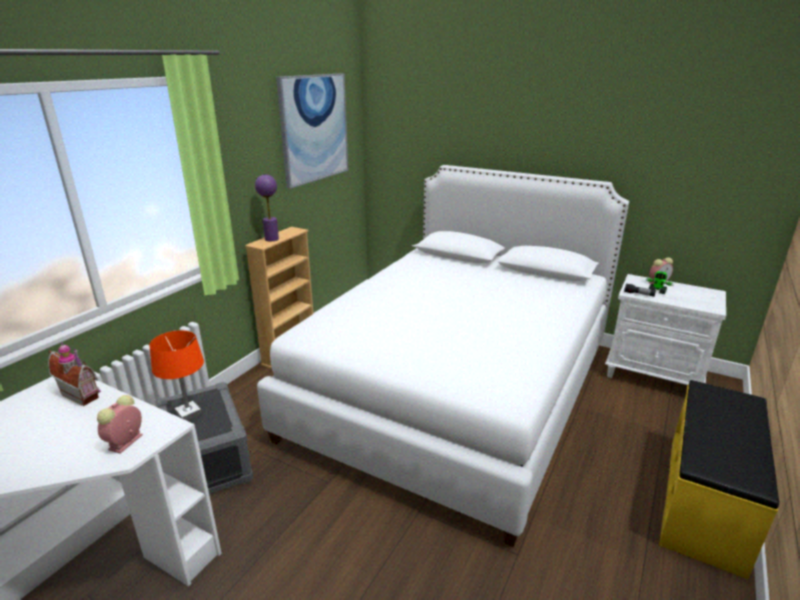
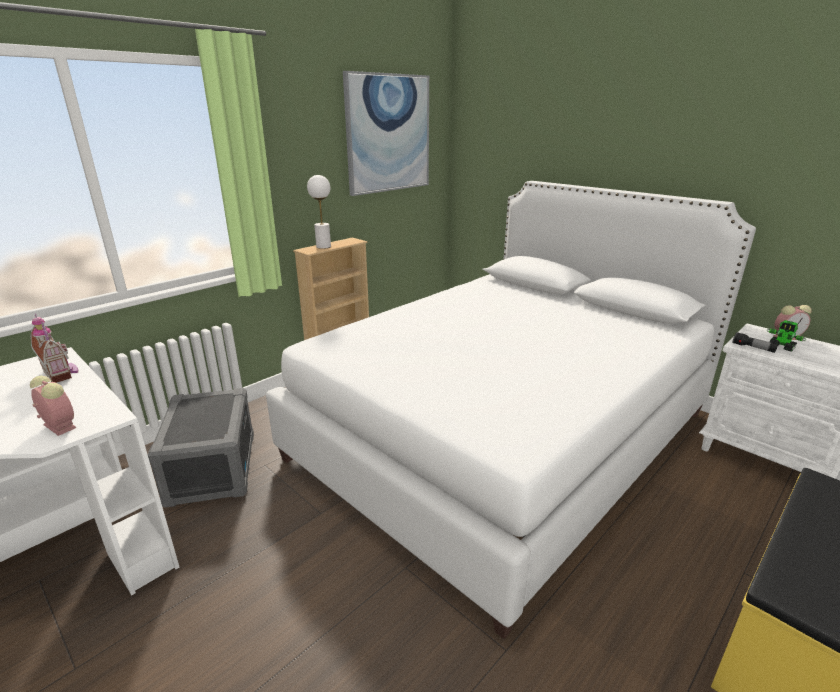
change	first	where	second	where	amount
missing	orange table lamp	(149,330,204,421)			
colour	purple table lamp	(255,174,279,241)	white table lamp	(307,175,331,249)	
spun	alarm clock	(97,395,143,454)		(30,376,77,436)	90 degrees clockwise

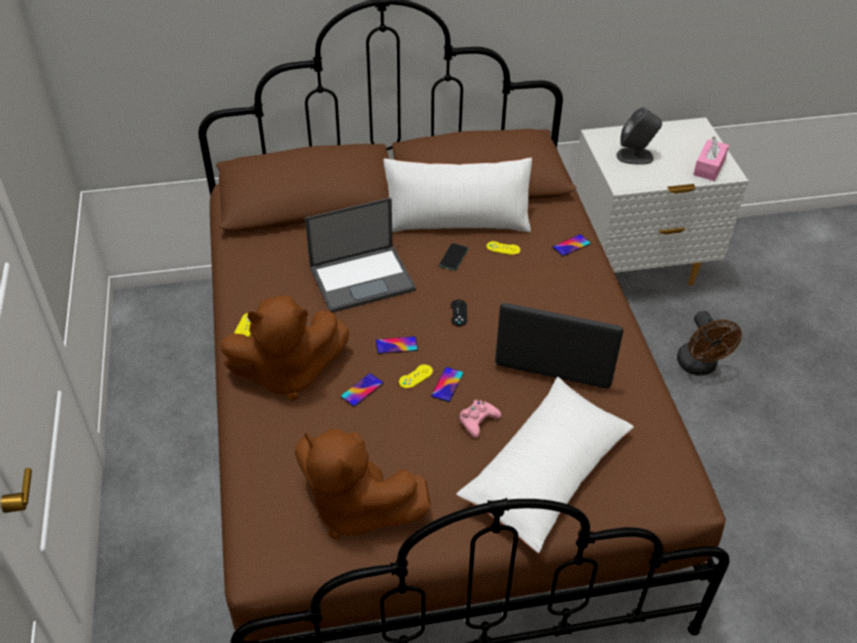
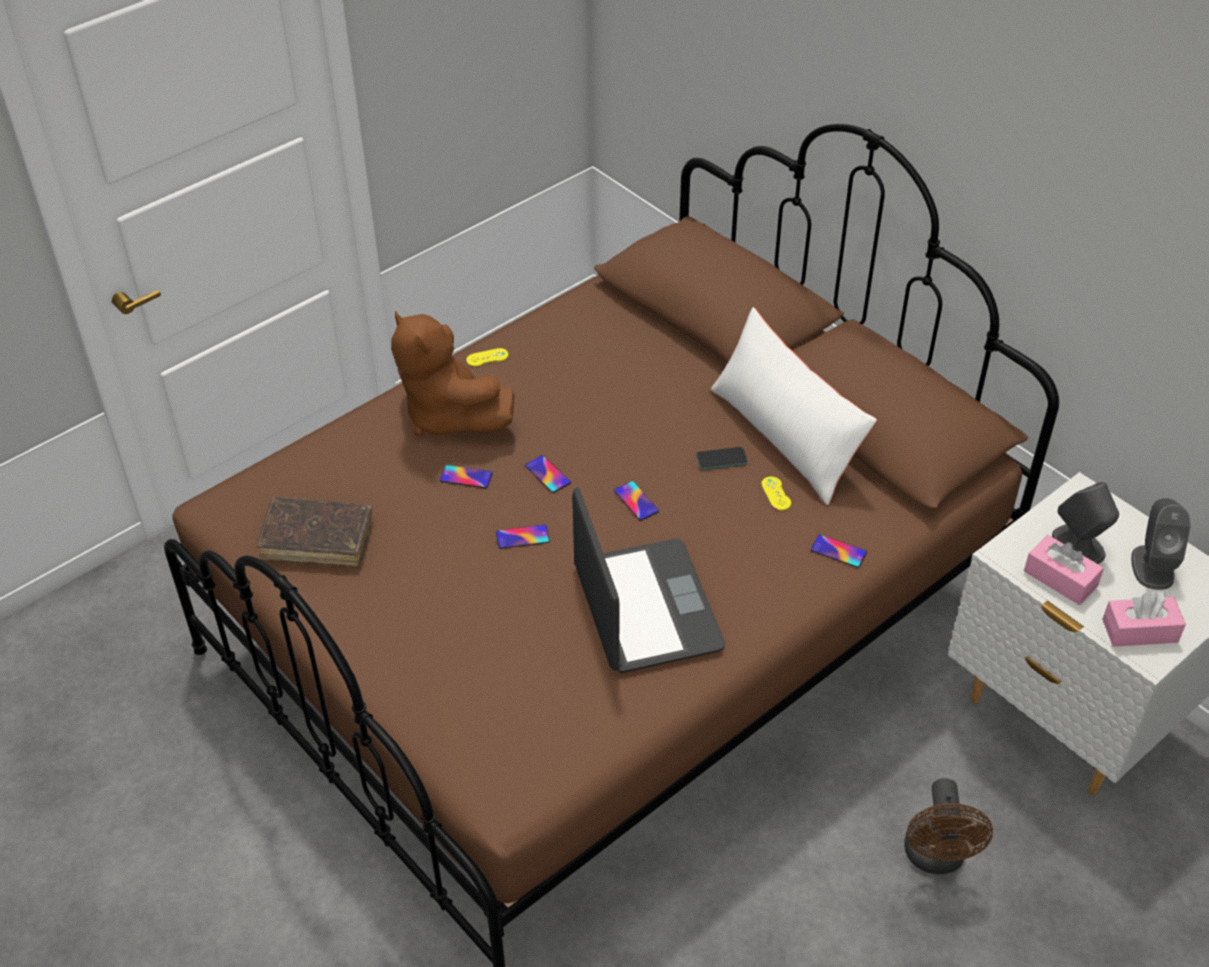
change	first	where	second	where	amount
missing	laptop	(305,198,416,313)			
missing	yellow joypad	(399,364,433,389)			
missing	white throw pillow	(456,377,634,553)			
missing	pink joypad	(459,399,501,438)			
appeared			pink tissue box	(1024,535,1104,605)	
appeared			gray speaker	(1131,498,1191,590)	
exchanged	brownish soft toy	(295,429,431,539)	brownish book	(257,496,373,568)	
exchanged	blackish joypad	(451,300,467,326)	telephone	(614,481,659,521)	
spun	brownish fan	(677,311,742,375)		(904,778,993,874)	45 degrees counterclockwise

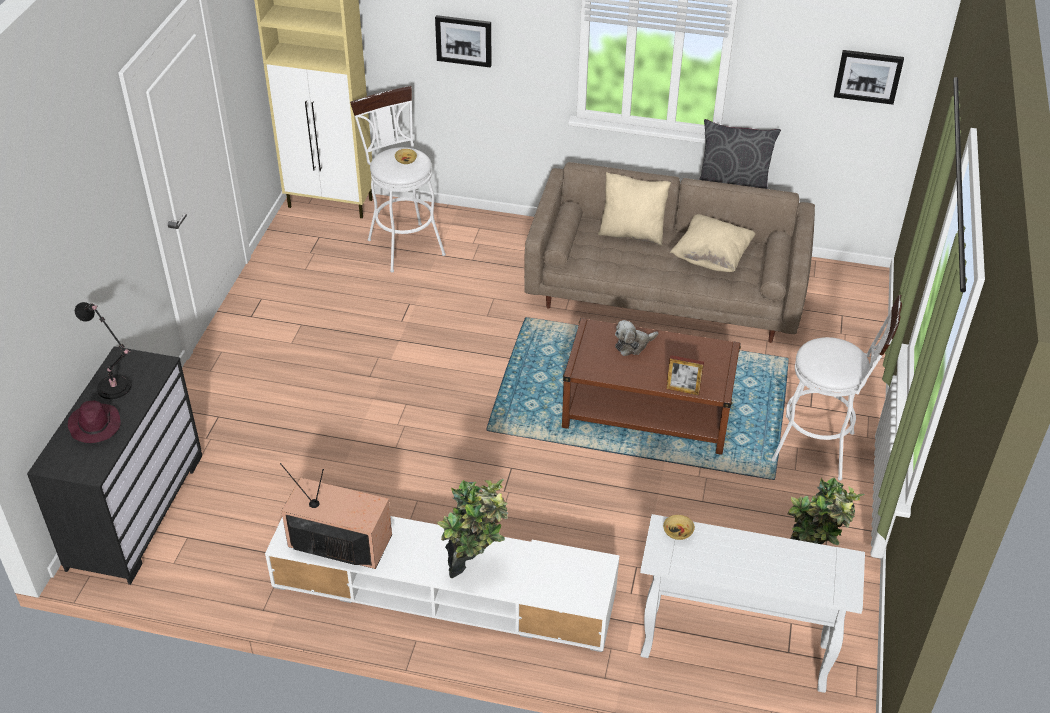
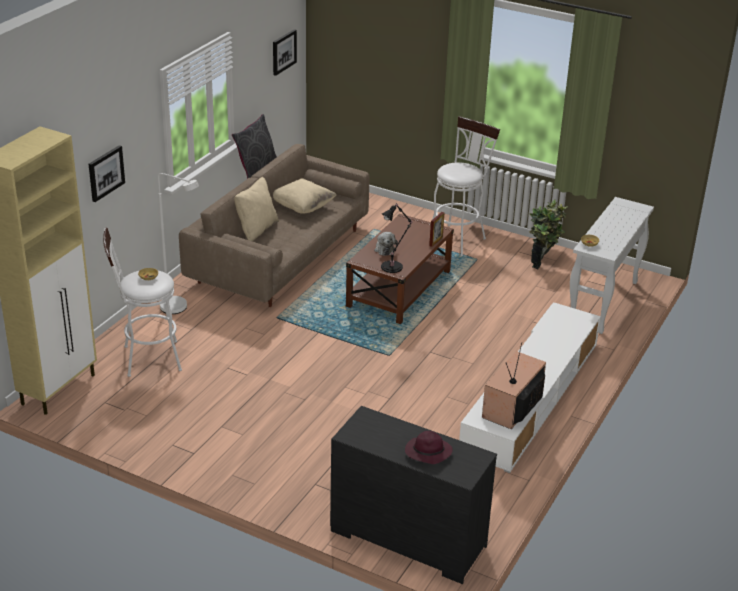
change	first	where	second	where	amount
missing	potted plant	(437,479,508,578)			
appeared			white standing lamp	(158,173,199,314)	
relocated	blackish table lamp	(75,302,132,399)		(381,203,412,273)	

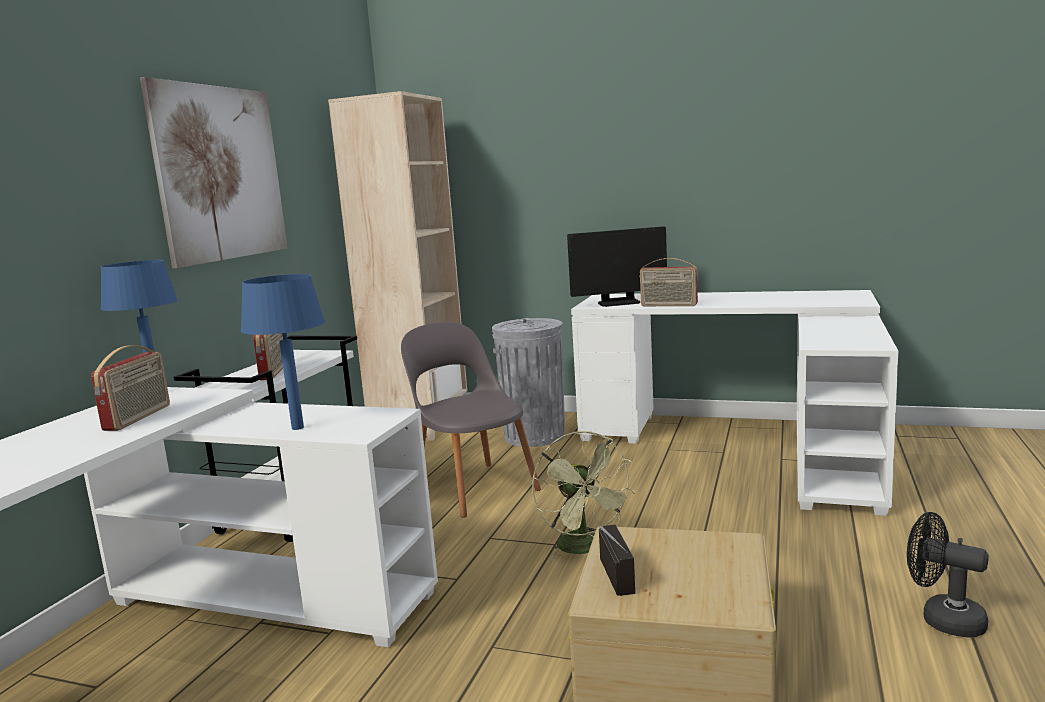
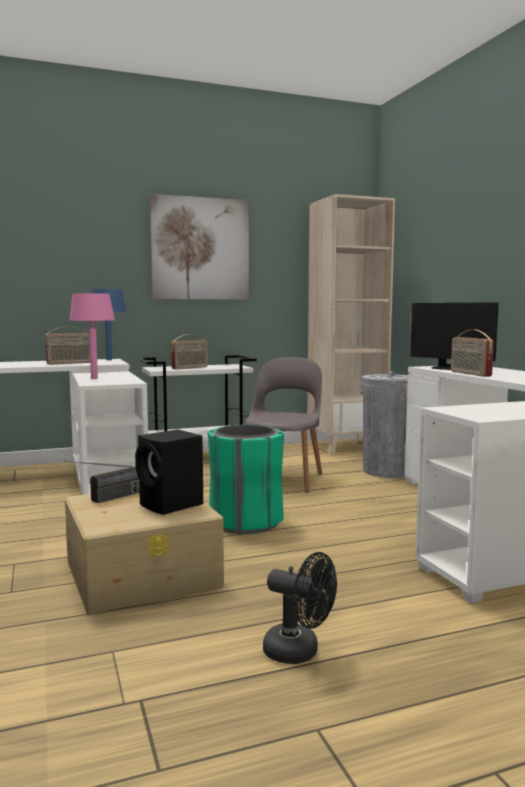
change	first	where	second	where	amount
appeared			blackish speaker	(135,429,203,515)	
exchanged	green fan	(532,431,635,560)	green waste bin	(208,425,284,534)	
colour	blue table lamp	(241,274,325,430)	pink table lamp	(69,293,115,379)	
spun	blackish fan	(907,512,989,638)		(263,552,337,664)	120 degrees clockwise

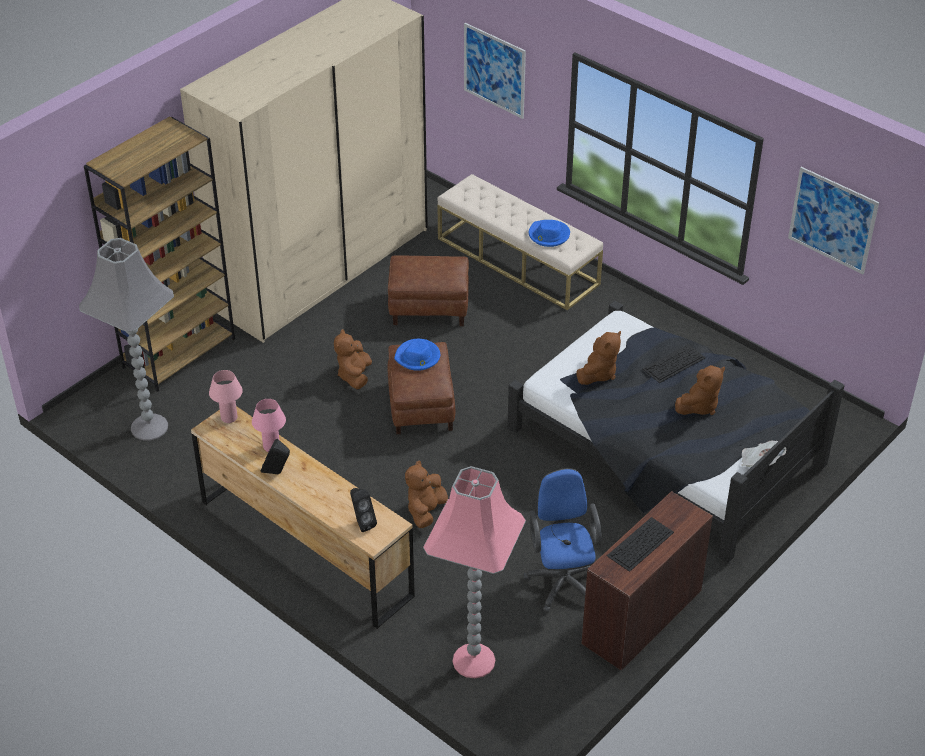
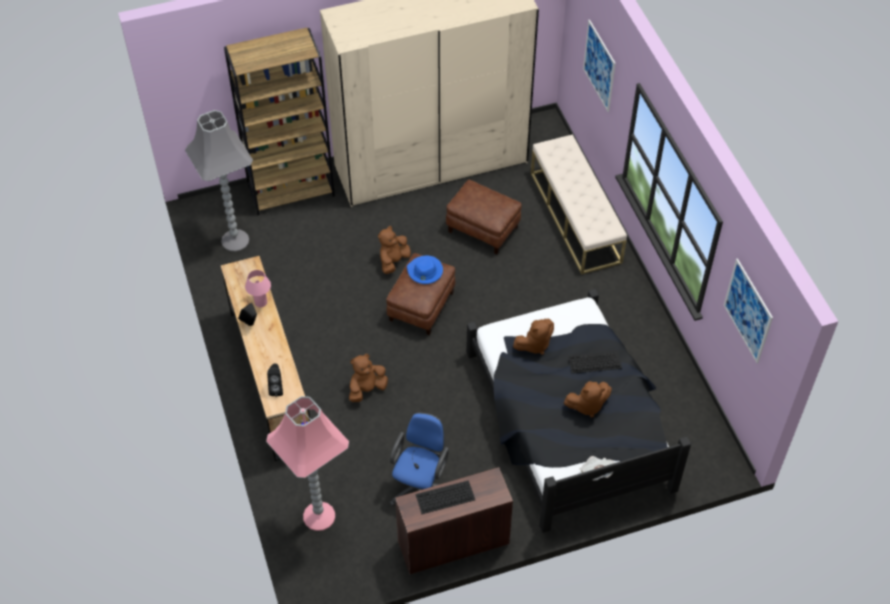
change	first	where	second	where	amount
missing	pink table lamp	(209,370,243,423)			
missing	blue clothing hat	(529,220,570,247)			

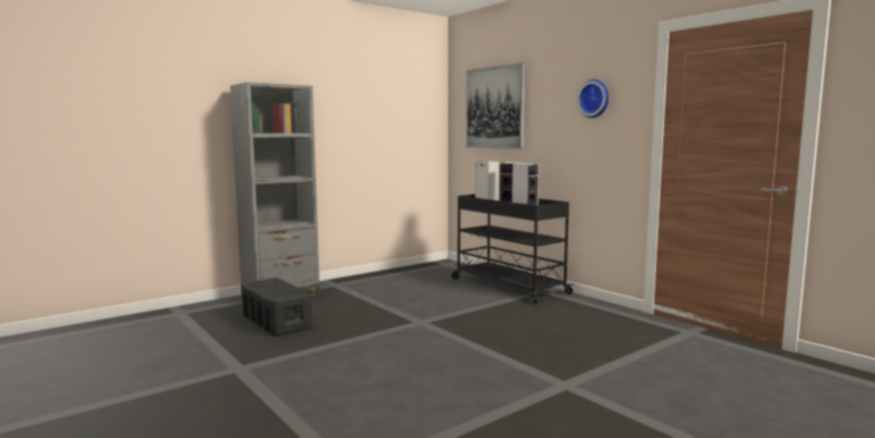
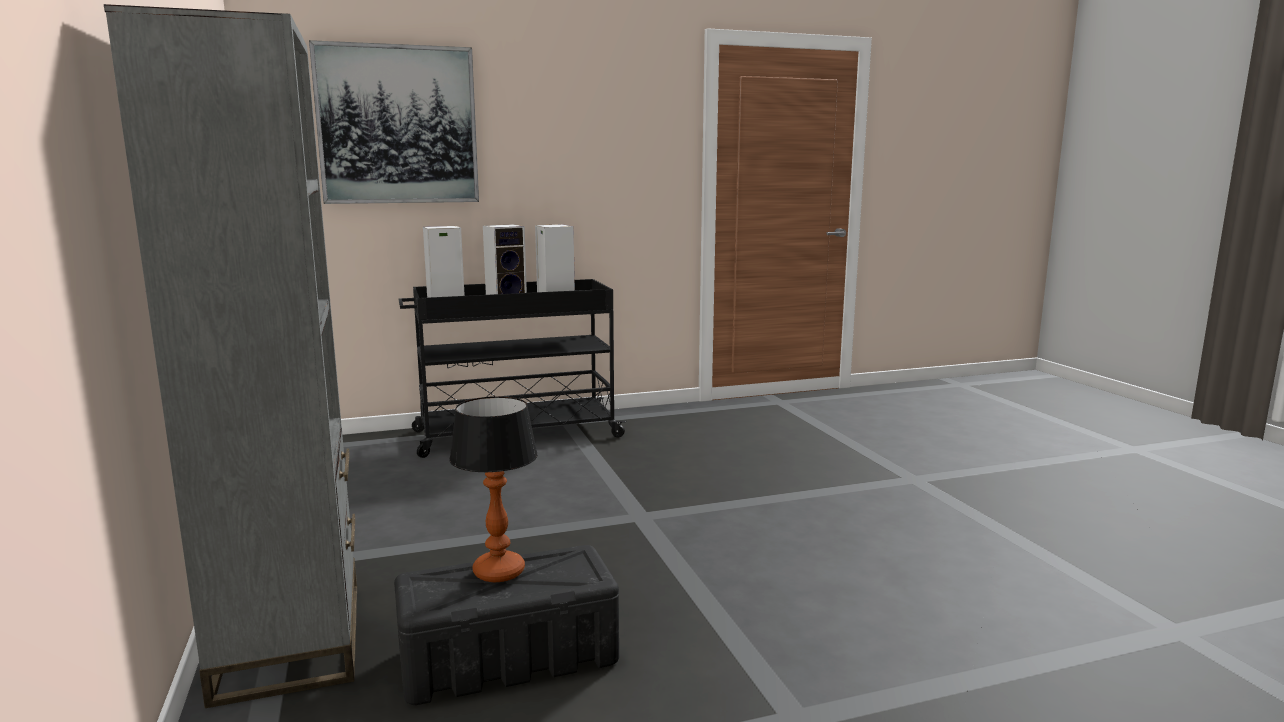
change	first	where	second	where	amount
missing	hanging clock	(577,79,609,118)			
appeared			table lamp	(449,396,538,582)	

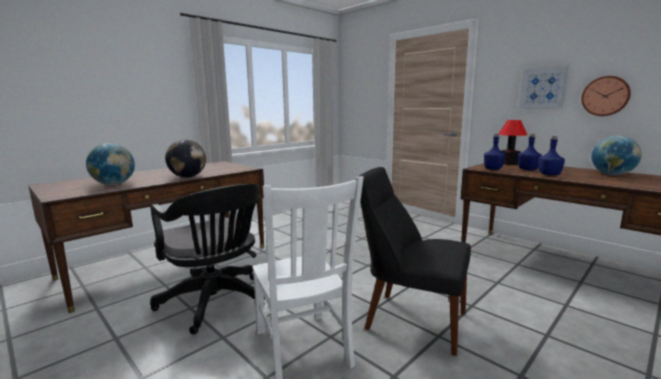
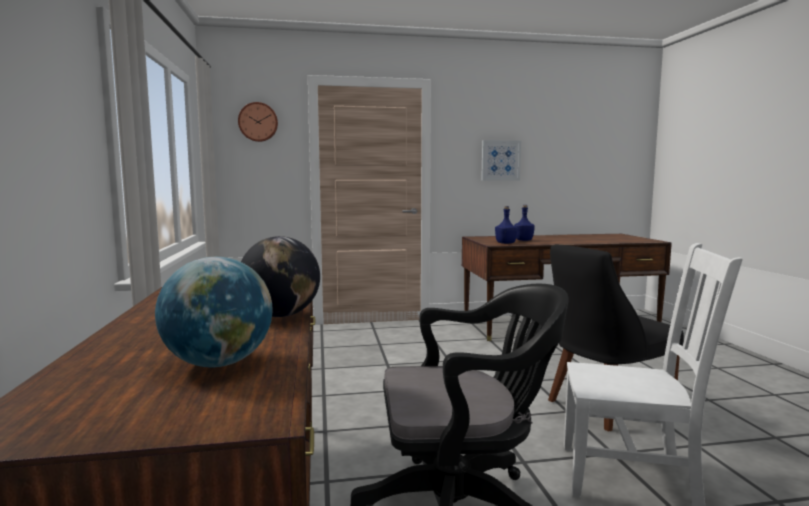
change	first	where	second	where	amount
missing	table lamp	(498,120,527,165)			
missing	blue beverage bottle	(538,136,565,176)			
missing	world globe	(591,136,642,175)			
relocated	hanging clock	(581,76,631,116)		(238,102,278,142)	

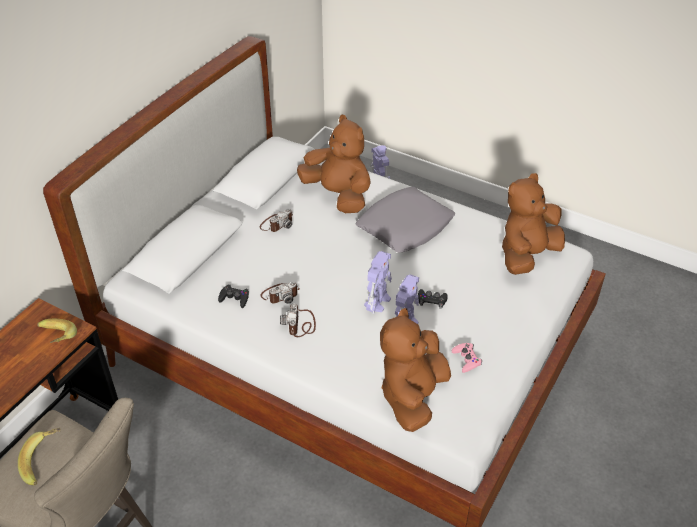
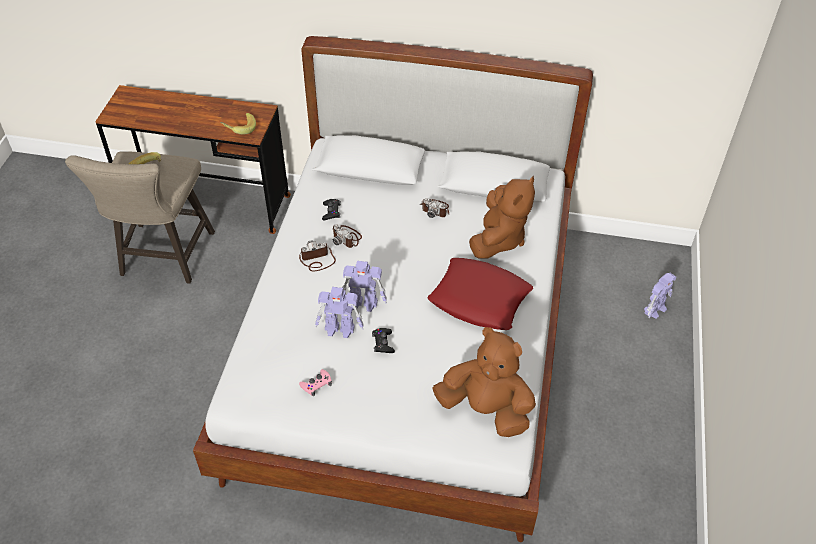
change	first	where	second	where	amount
missing	brownish soft toy	(380,308,451,432)			
colour	gray throw pillow	(355,187,455,253)	red throw pillow	(428,258,533,330)	

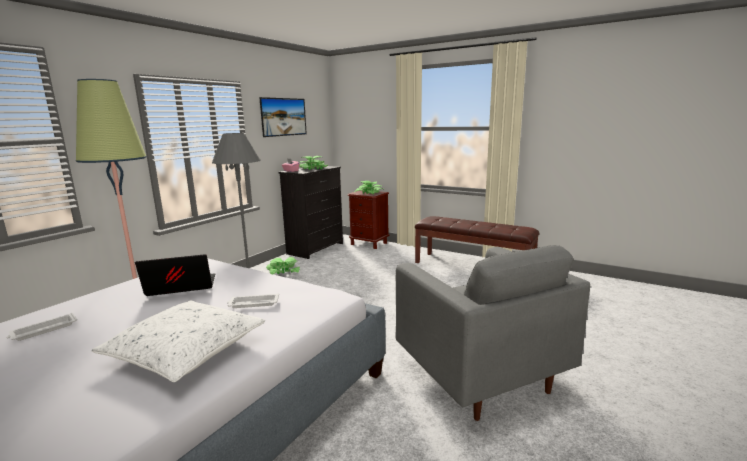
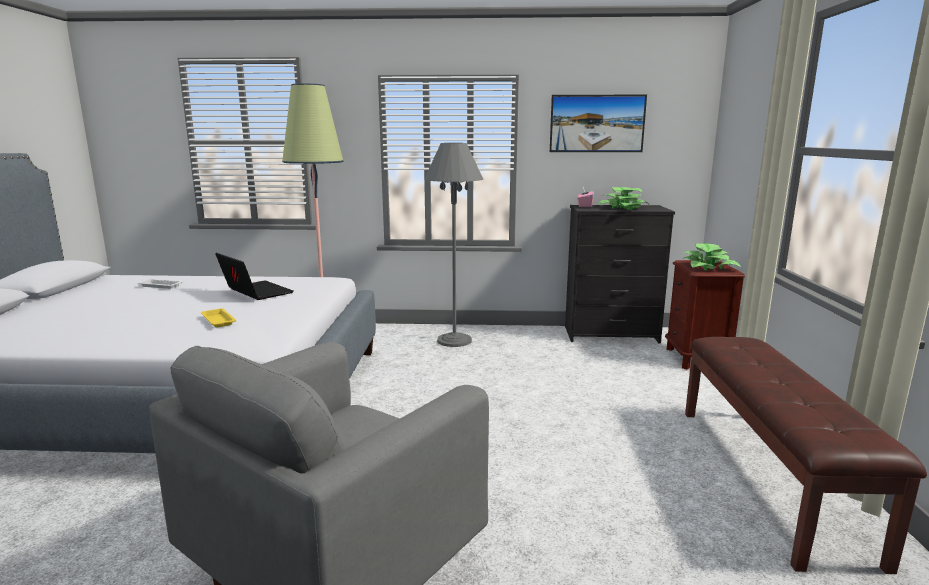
change	first	where	second	where	amount
missing	white throw pillow	(91,300,265,382)			
missing	potted plant	(266,257,300,274)			
colour	white tray	(227,293,279,308)	yellow tray	(201,308,236,328)	

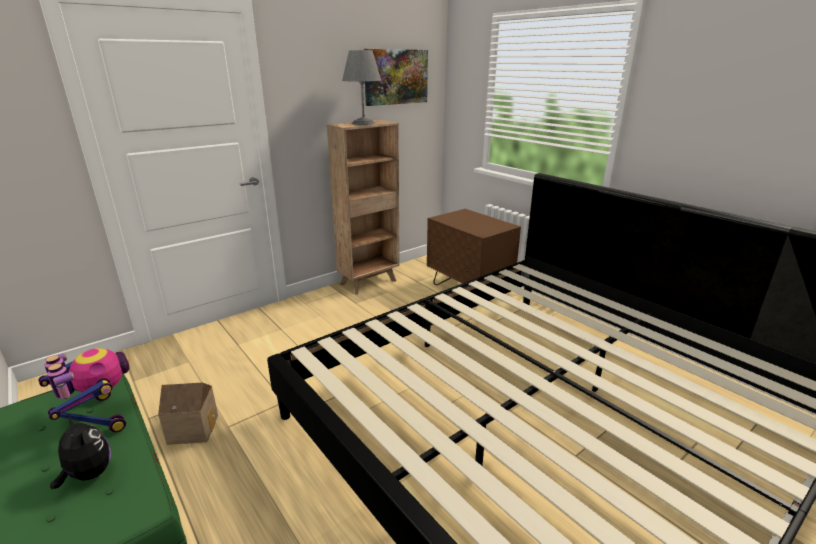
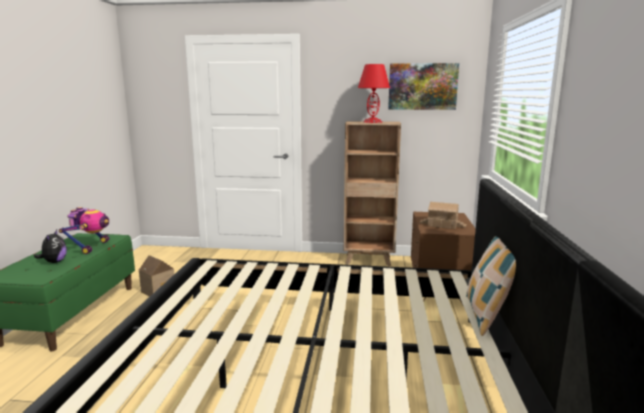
change	first	where	second	where	amount
appeared			model house	(420,202,467,229)	
appeared			throw pillow	(466,236,516,336)	
colour	gray table lamp	(342,50,381,125)	red table lamp	(358,64,390,123)	

